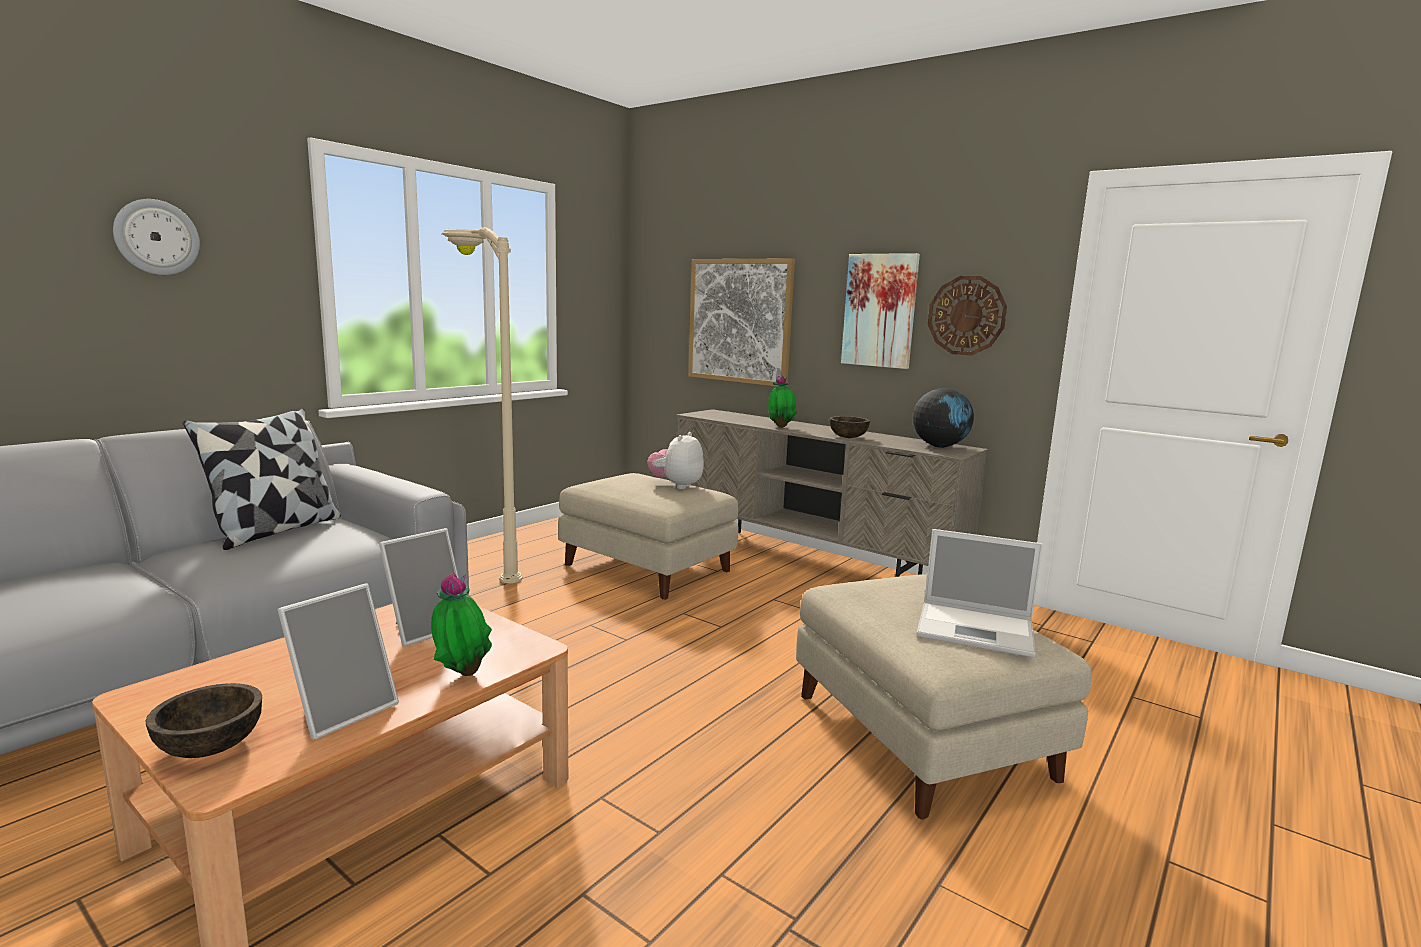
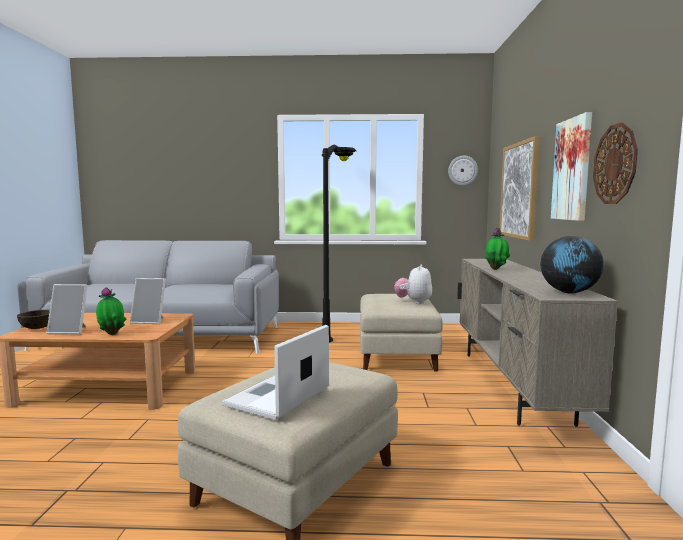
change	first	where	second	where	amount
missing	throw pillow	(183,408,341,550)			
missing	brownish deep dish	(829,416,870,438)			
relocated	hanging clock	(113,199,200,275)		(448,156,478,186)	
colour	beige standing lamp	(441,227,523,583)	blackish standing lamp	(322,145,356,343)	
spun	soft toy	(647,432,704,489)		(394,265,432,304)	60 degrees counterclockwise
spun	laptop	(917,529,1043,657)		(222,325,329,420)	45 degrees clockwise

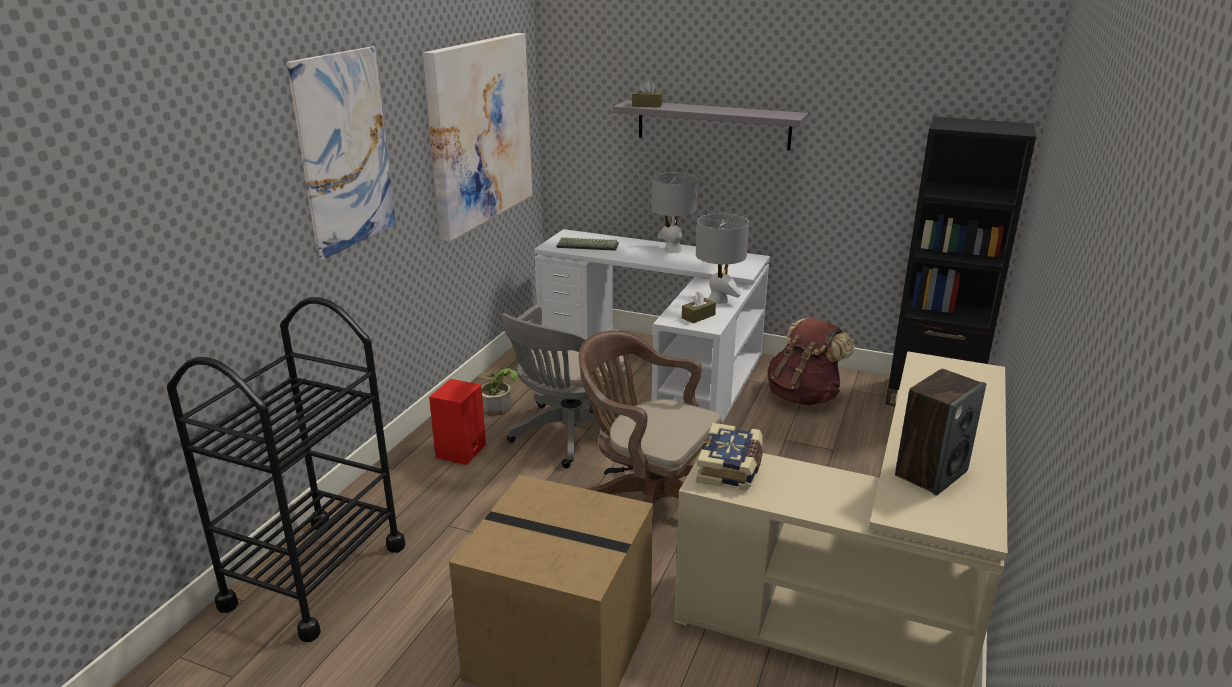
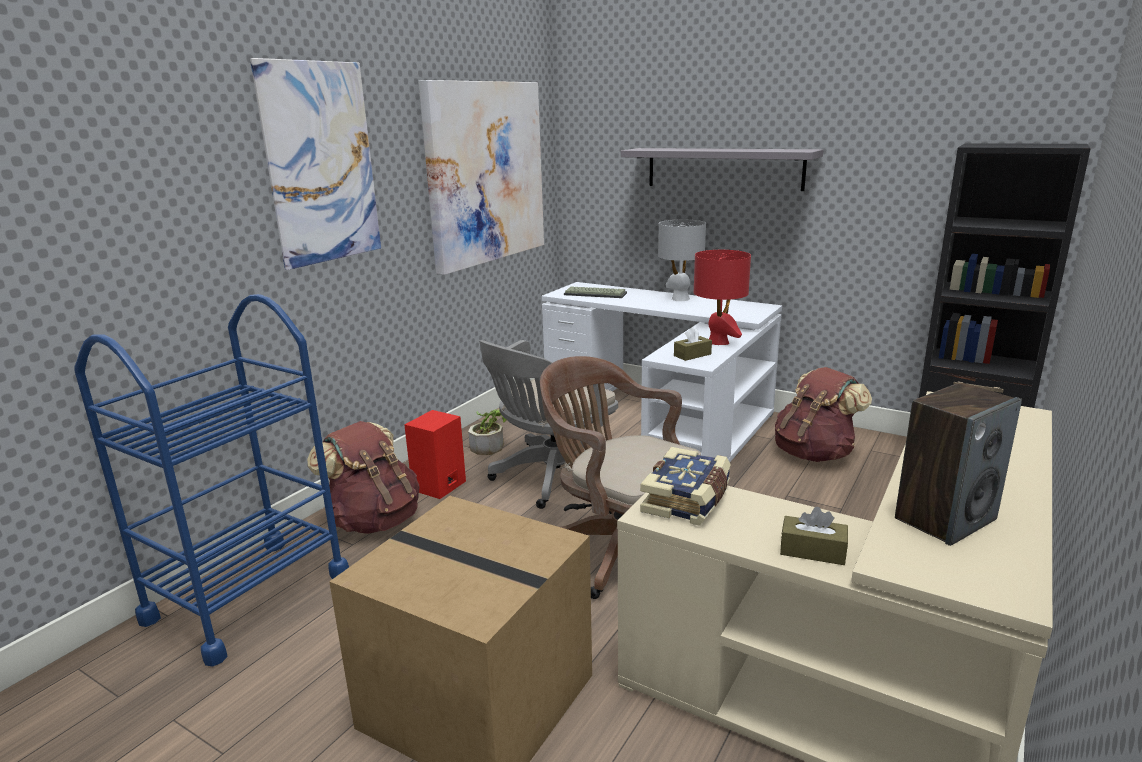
change	first	where	second	where	amount
appeared			brownish knapsack	(307,421,419,534)	
relocated	brownish tissue box	(632,80,663,107)		(780,507,848,565)	
colour	blackish cart	(167,297,405,642)	blue cart	(74,294,349,667)	
colour	gray table lamp	(696,213,749,304)	red table lamp	(694,250,751,345)	

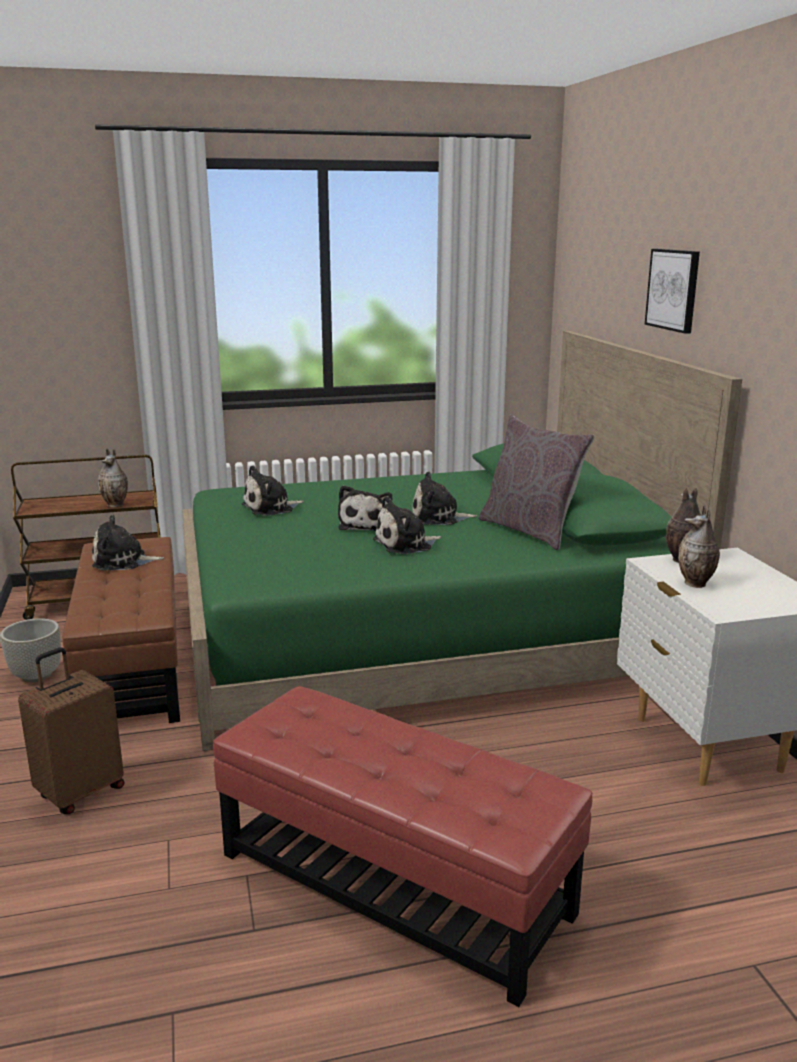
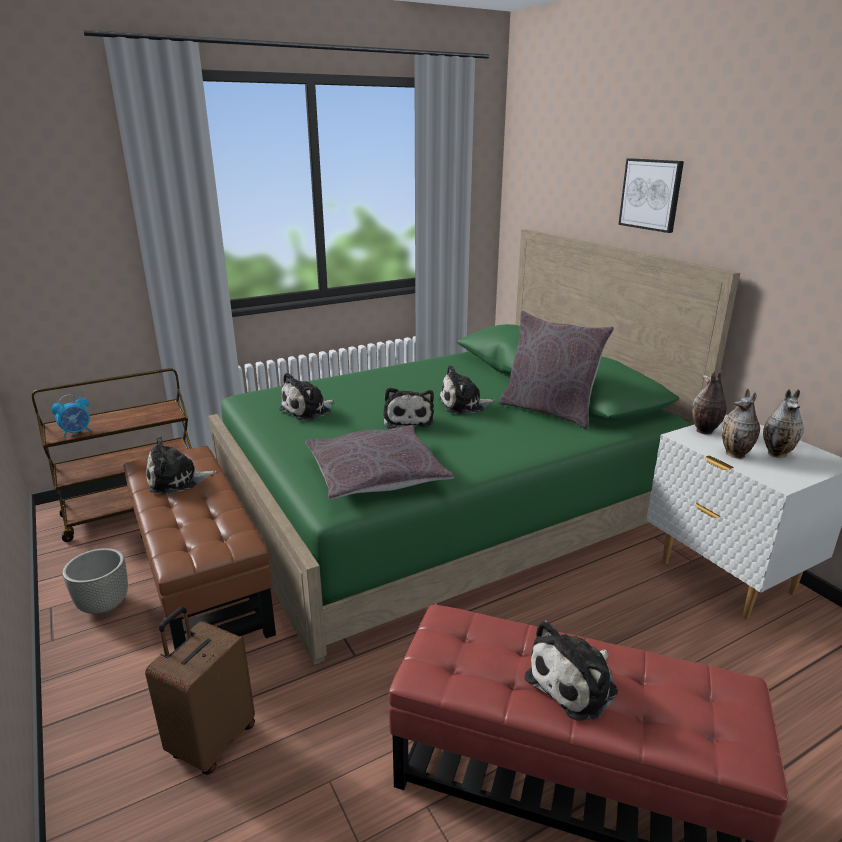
change	first	where	second	where	amount
appeared			alarm clock	(52,395,91,438)	
appeared			gray throw pillow	(306,425,454,499)	
relocated	decorative vase	(97,448,128,507)		(763,389,804,458)	
relocated	soft toy	(373,496,441,554)		(524,620,618,721)	

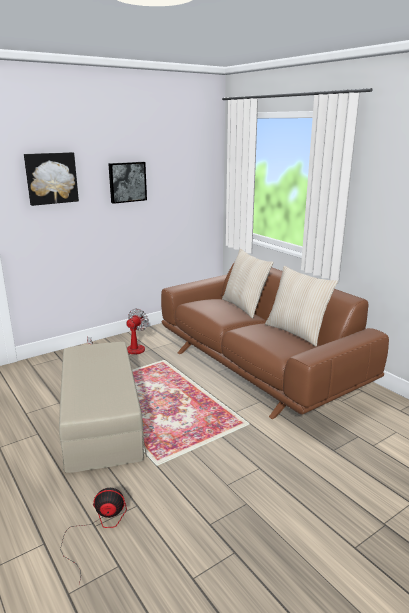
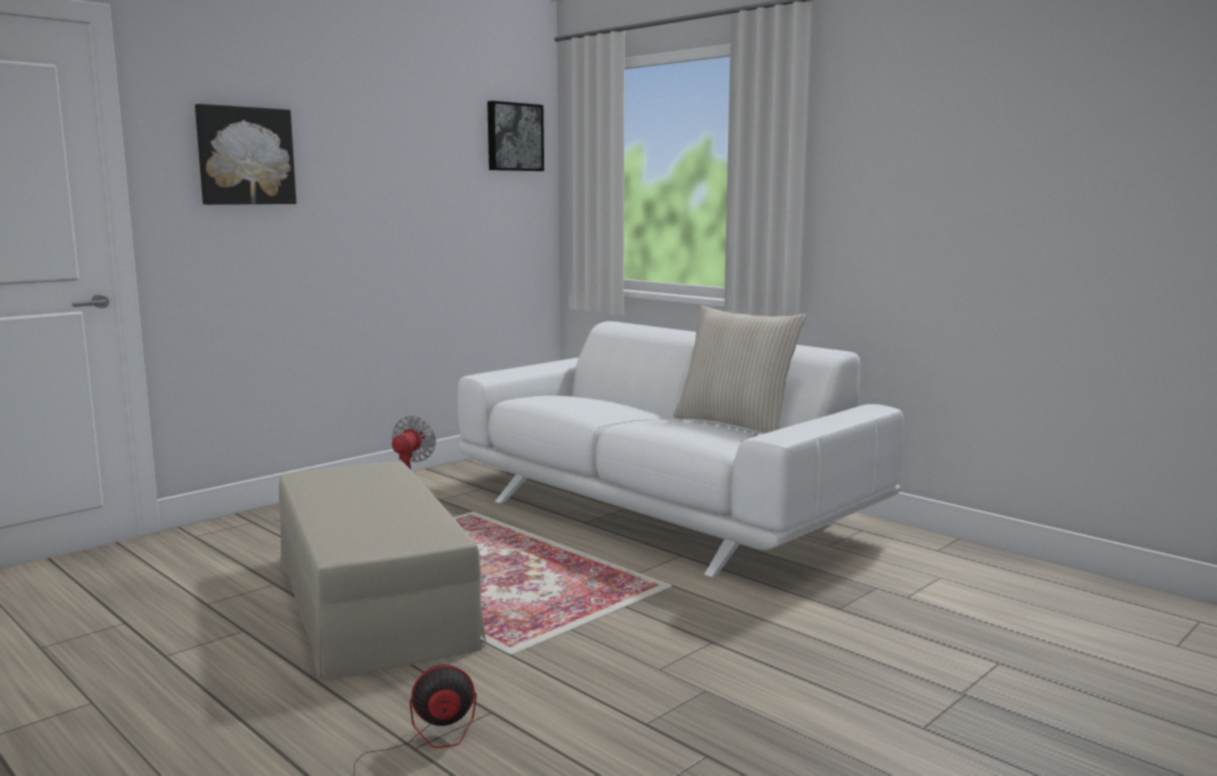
change	first	where	second	where	amount
missing	beige throw pillow	(222,249,273,318)			
relocated	wall picture	(108,162,147,204)		(487,101,544,171)	
colour	brownish settee	(161,262,389,419)	white settee	(458,321,904,577)	

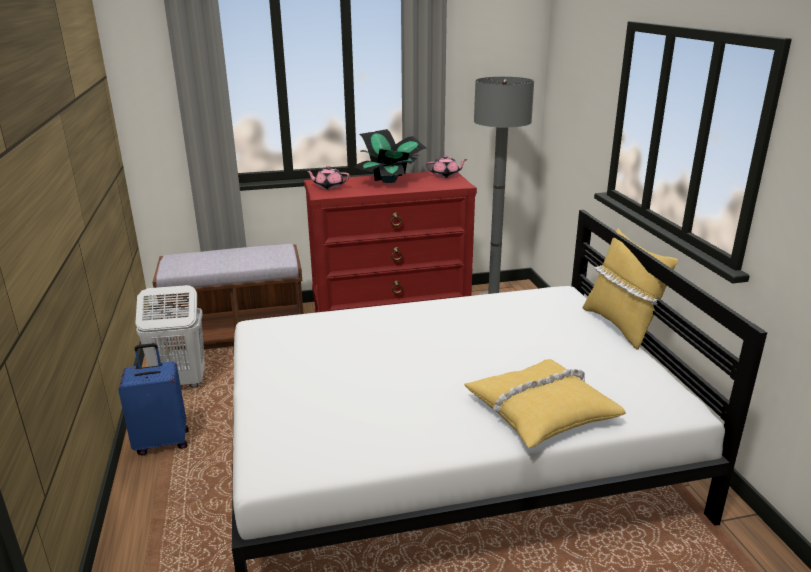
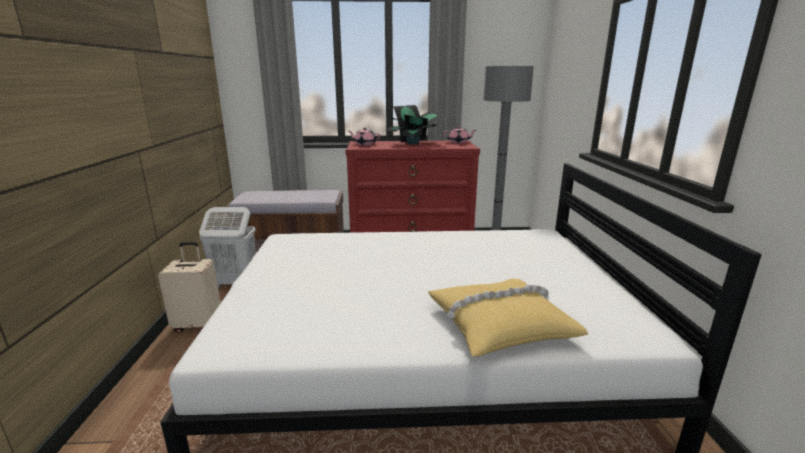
change	first	where	second	where	amount
missing	yellow throw pillow	(582,228,678,350)			
colour	blue travel case	(118,343,189,456)	beige travel case	(158,242,220,333)	

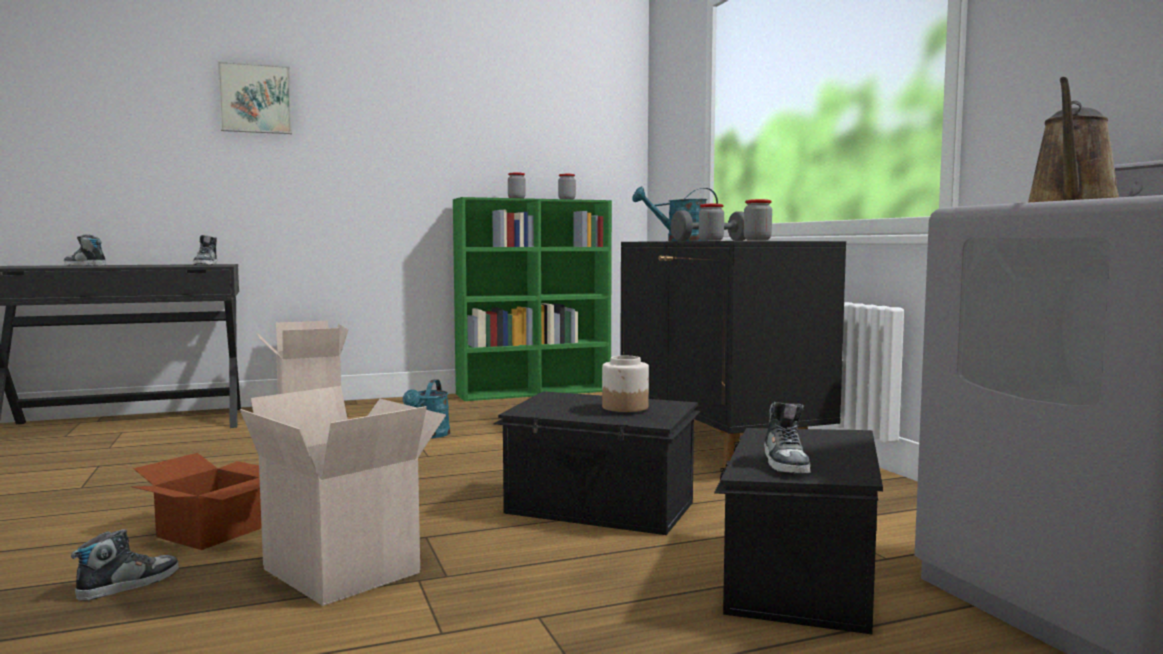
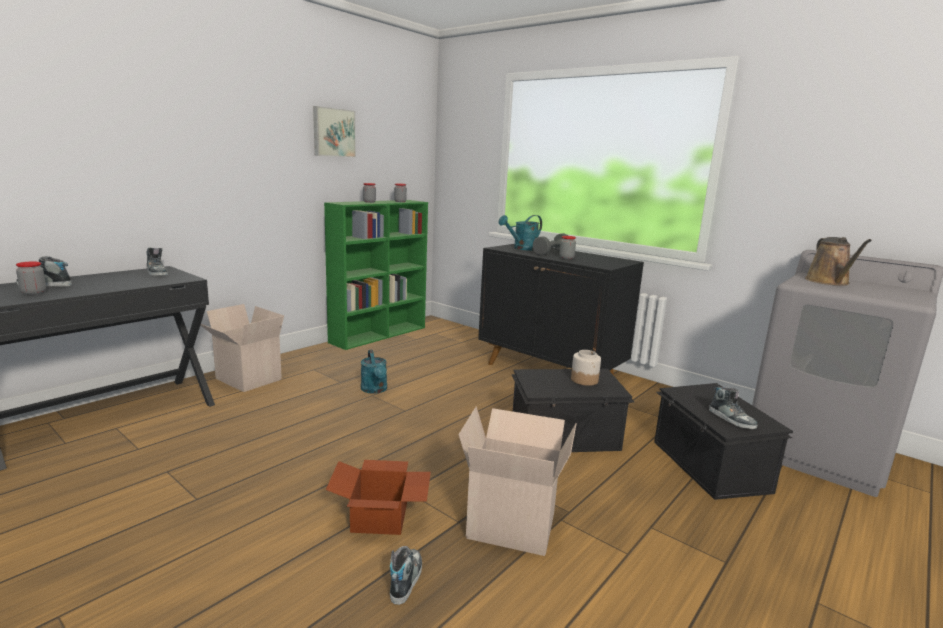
change	first	where	second	where	amount
relocated	wall picture	(218,61,292,134)		(313,106,356,158)	
relocated	jar	(744,199,772,240)		(16,261,46,295)	

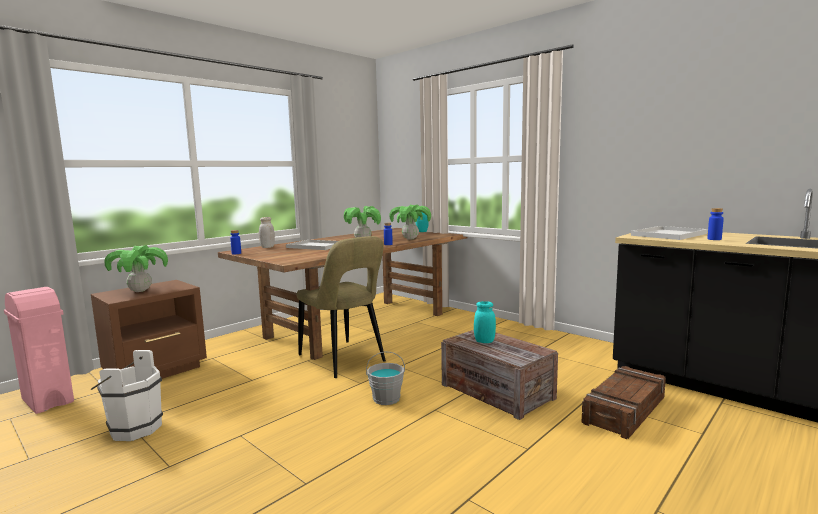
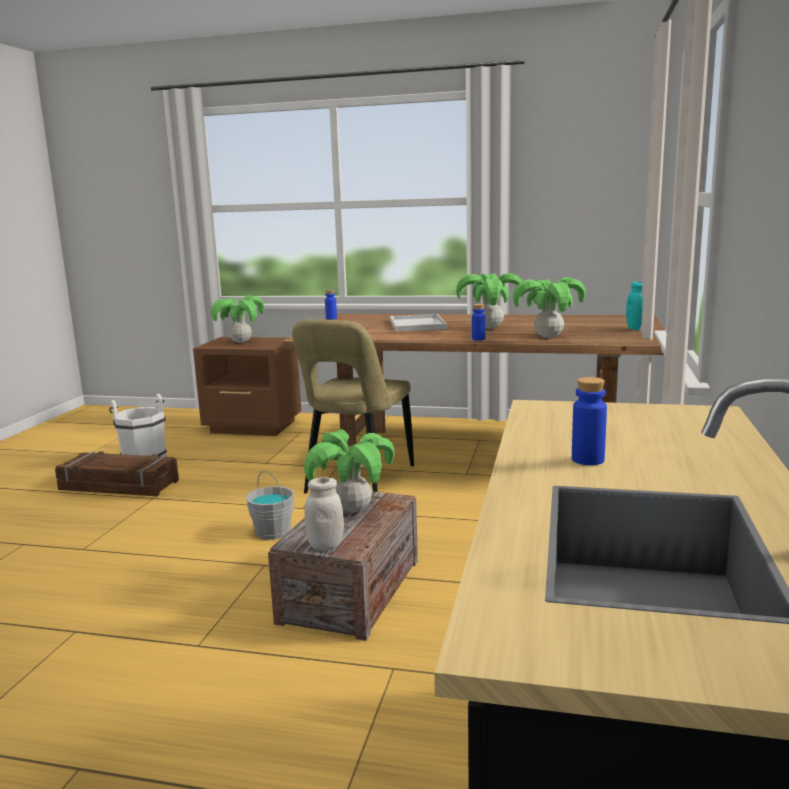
change	first	where	second	where	amount
missing	pink waste bin	(4,287,74,414)			
missing	white tray	(631,226,708,240)			
relocated	white jar	(259,217,275,248)		(305,477,344,551)	
relocated	shipping crate	(582,366,666,439)		(55,451,179,497)	
exchanged	turquoise-coloured jar	(474,301,496,343)	potted plant	(304,429,394,513)	

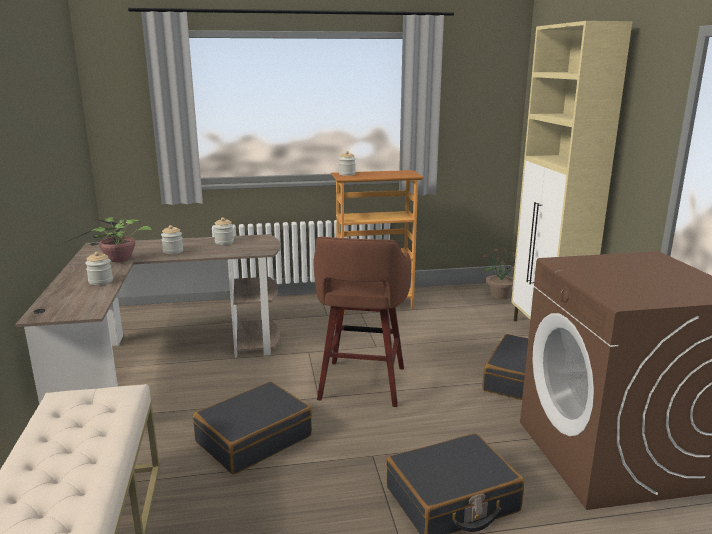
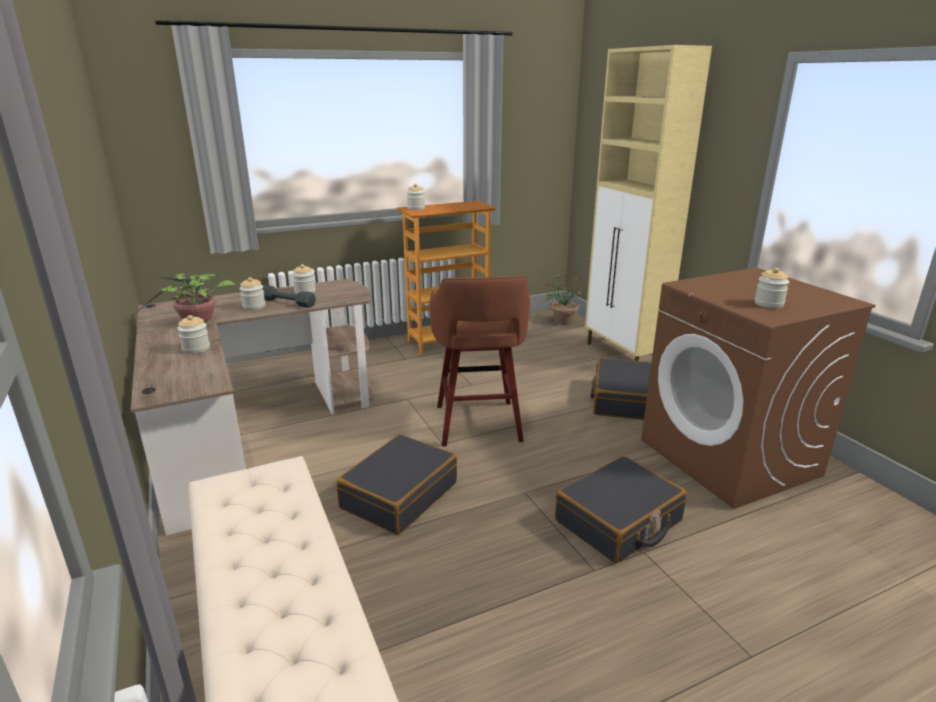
change	first	where	second	where	amount
appeared			gray dumbbell	(262,285,316,308)	
appeared			jar	(754,268,789,308)	

